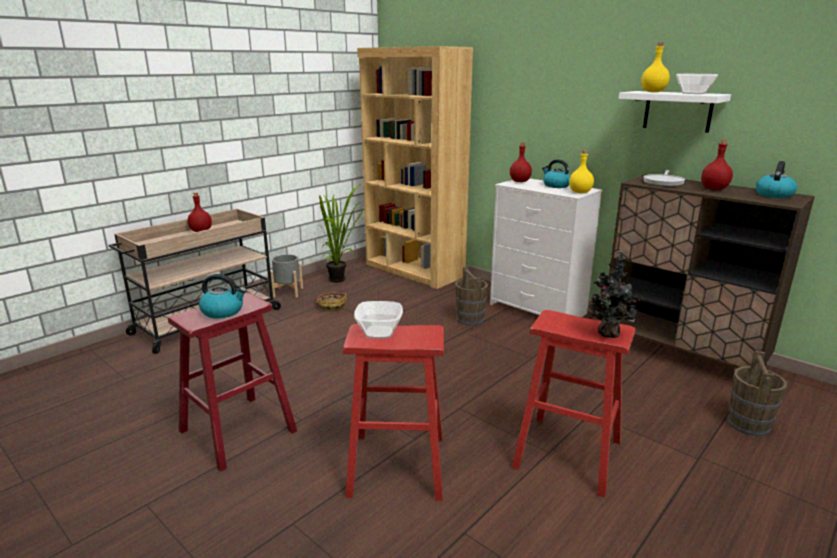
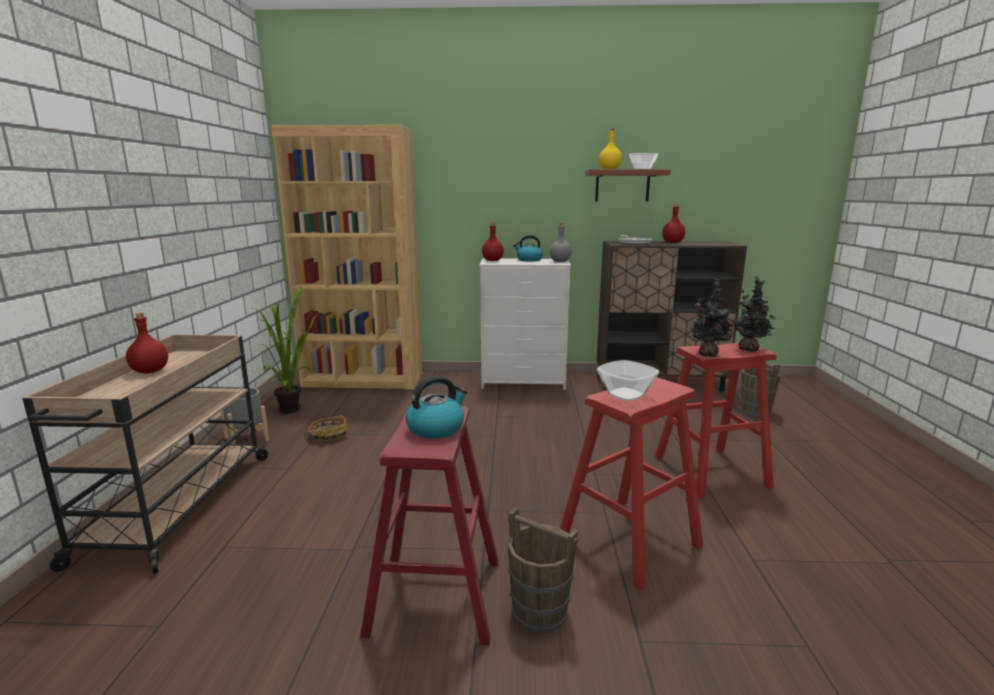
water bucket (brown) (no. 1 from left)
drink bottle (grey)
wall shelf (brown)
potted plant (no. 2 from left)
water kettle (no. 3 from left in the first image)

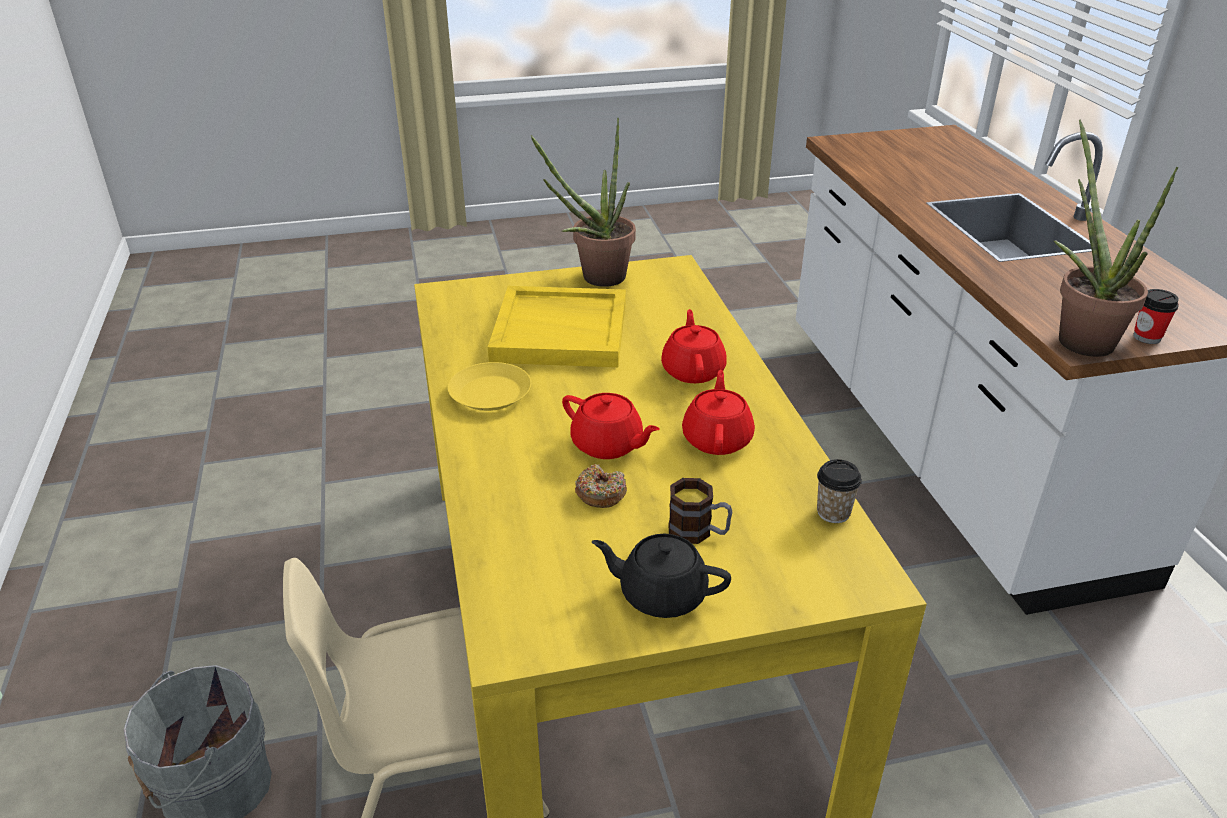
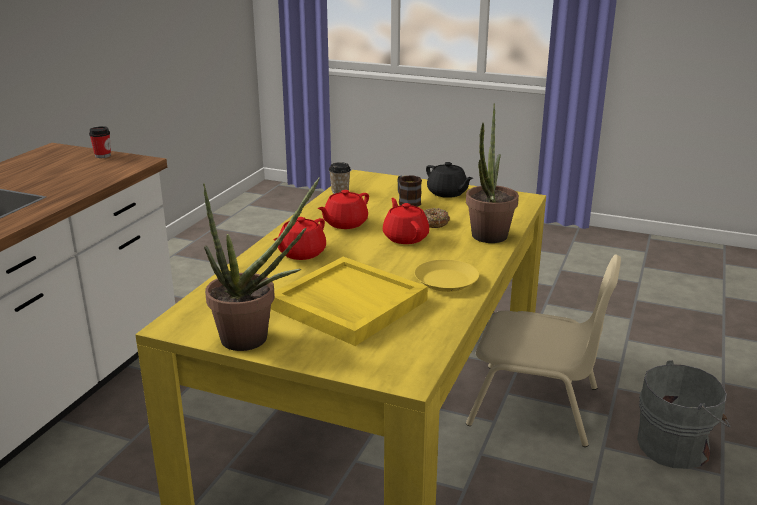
potted plant (no. 2 from left)

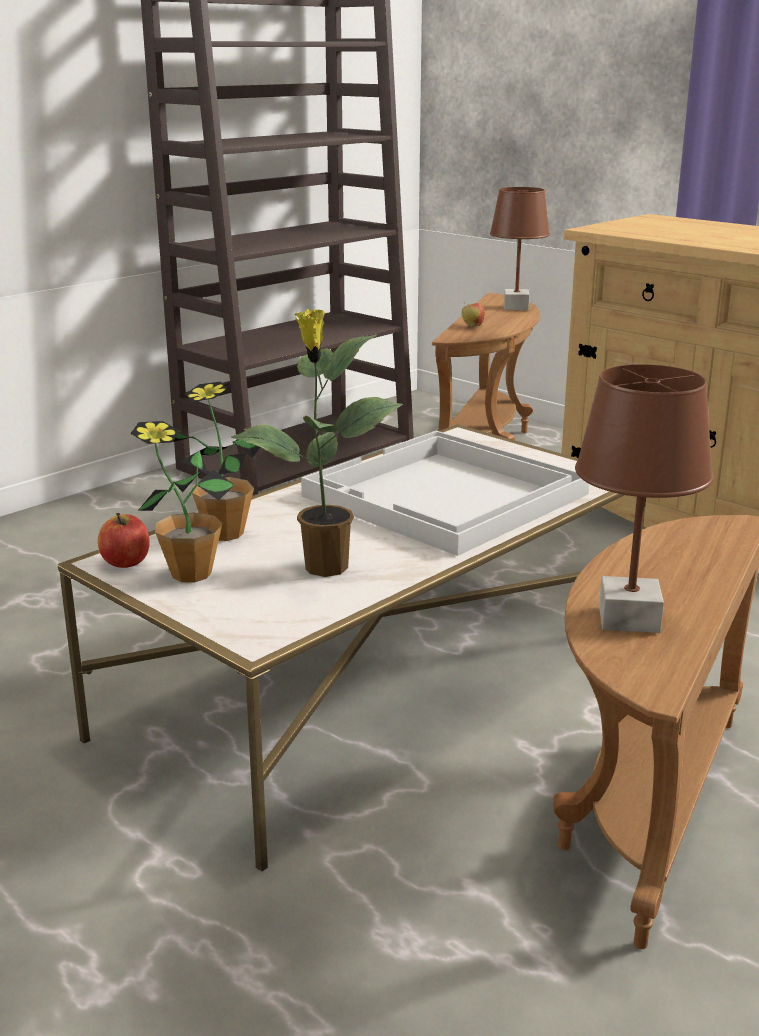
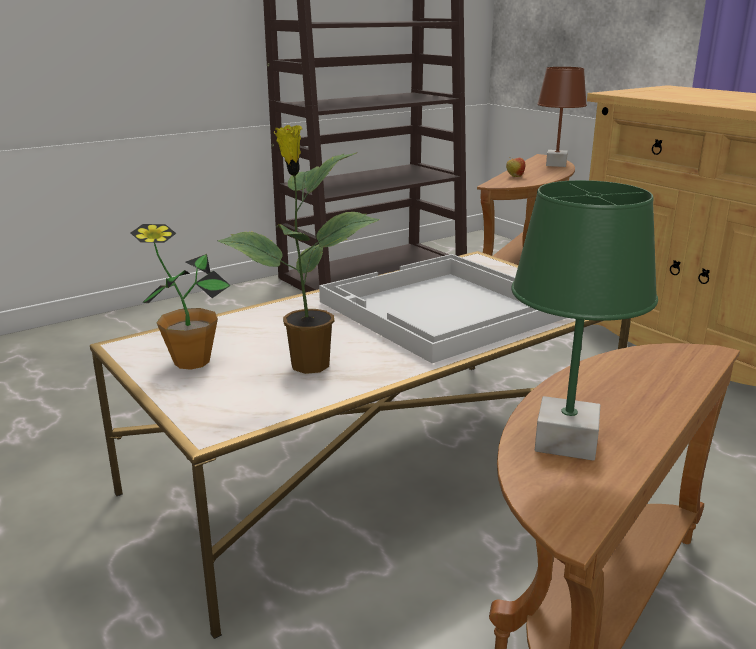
tabletop lamp (green)
apple (no. 1 from left in the first image)
potted plant (no. 2 from left in the first image)

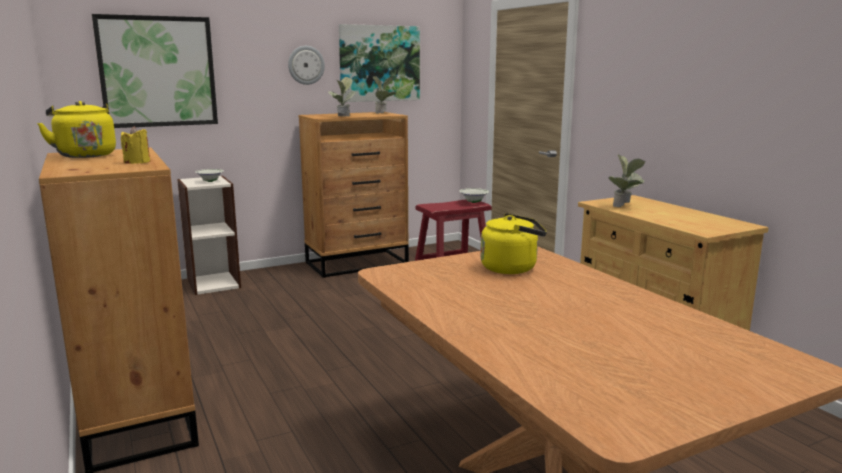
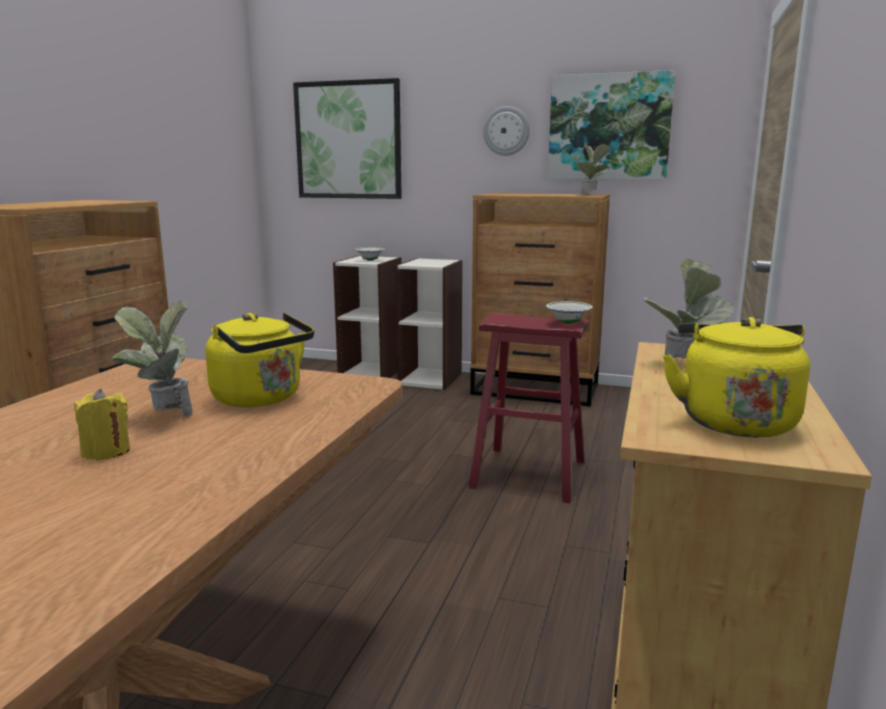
candle (yellowish)
potted plant (no. 1 from left)
shelving unit (no. 2 from left)
water kettle (yellowish) (no. 2 from left)

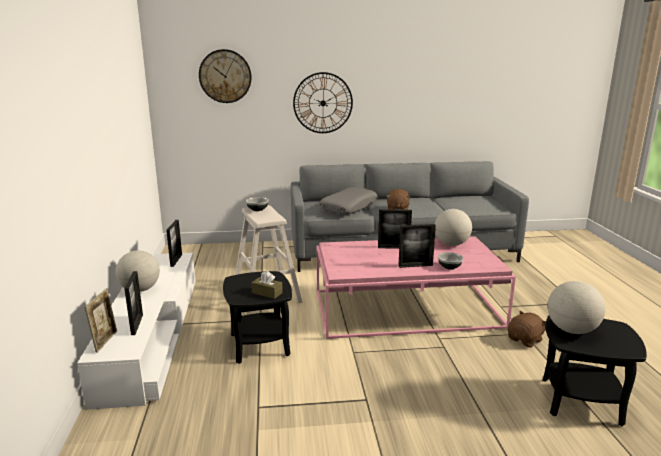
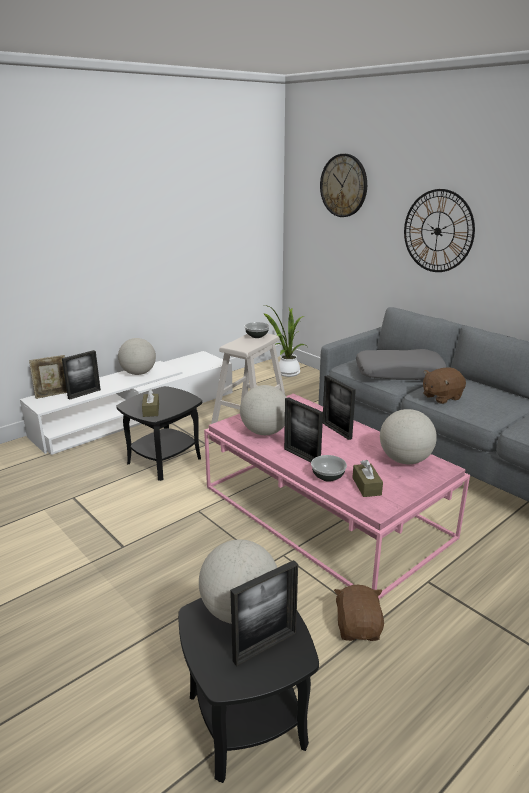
picture frame (no. 3 from left)
desk globe (no. 3 from left)
potted plant
cuddly toy (brown) (no. 1 from left)
tissue box (brown) (no. 2 from left)

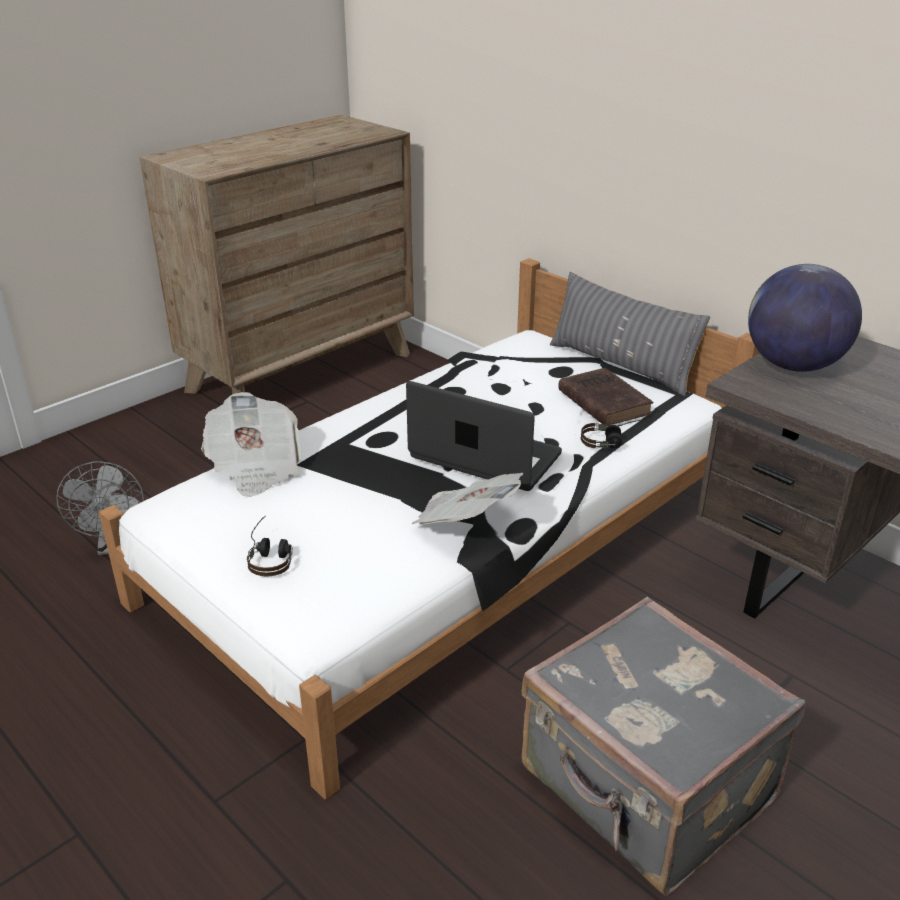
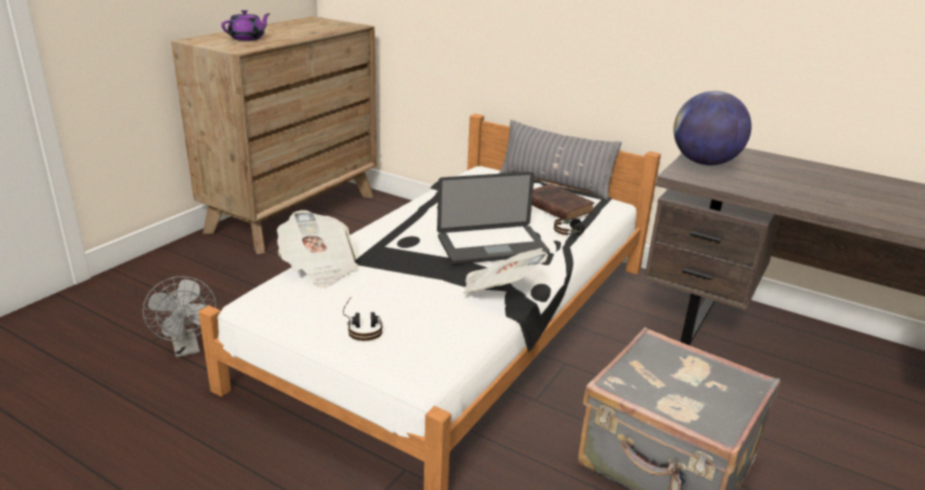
teapot (purple)
laptop

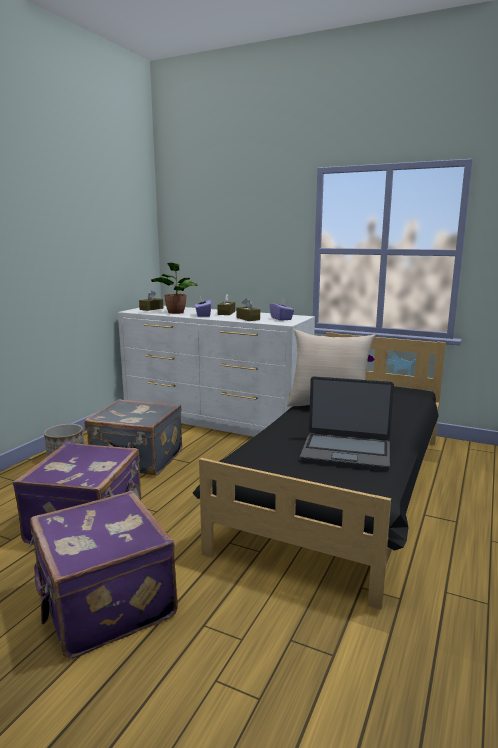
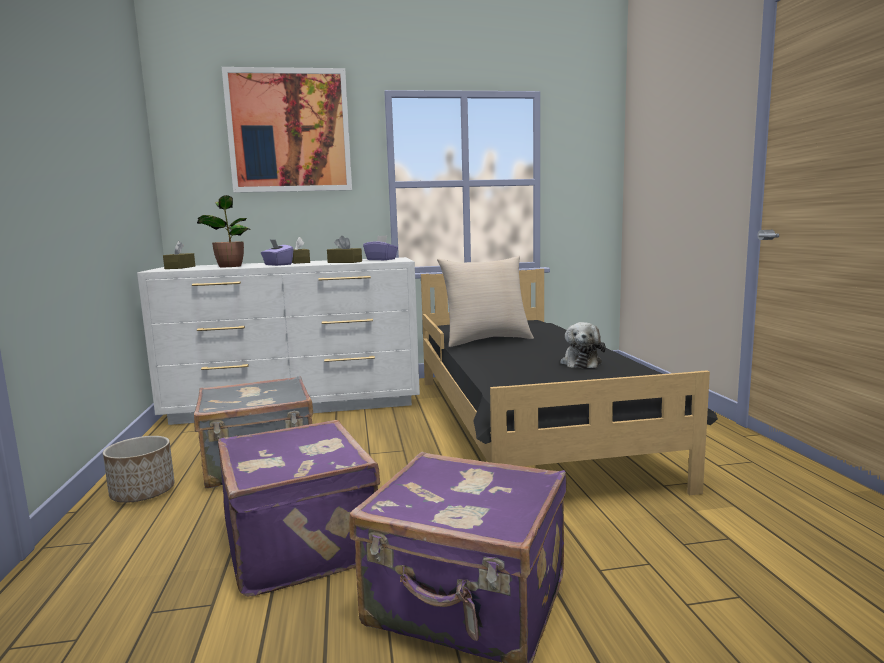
picture
cuddly toy

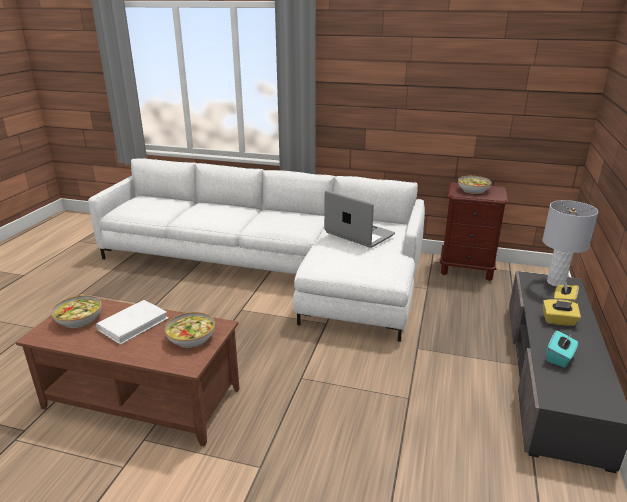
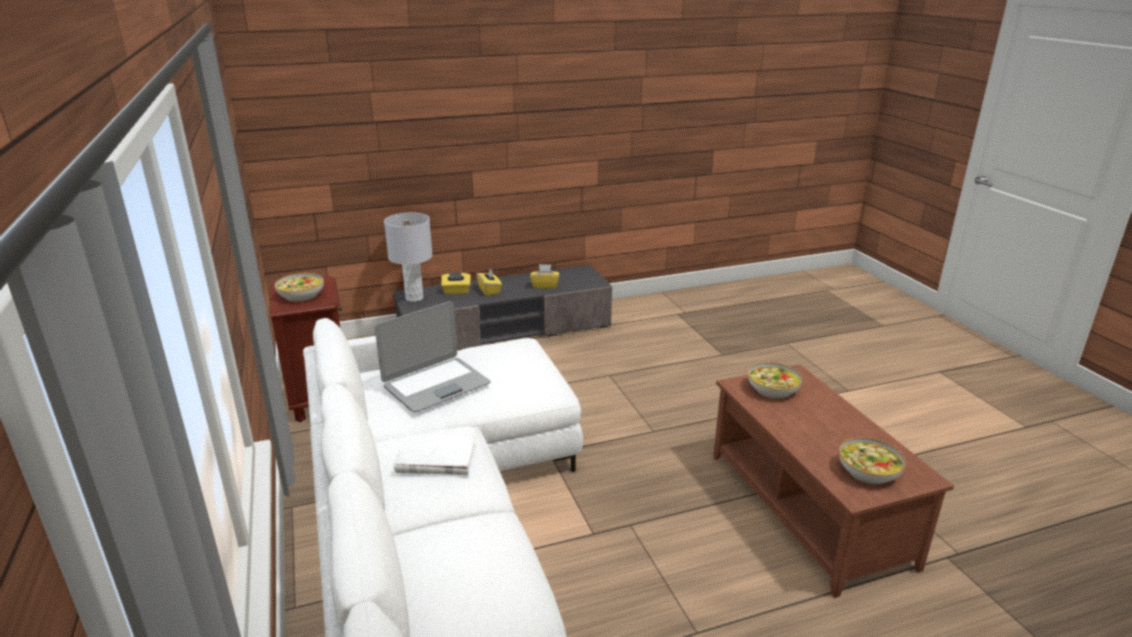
laptop
volume (white)
tissue box (yellowish) (no. 3 from left)

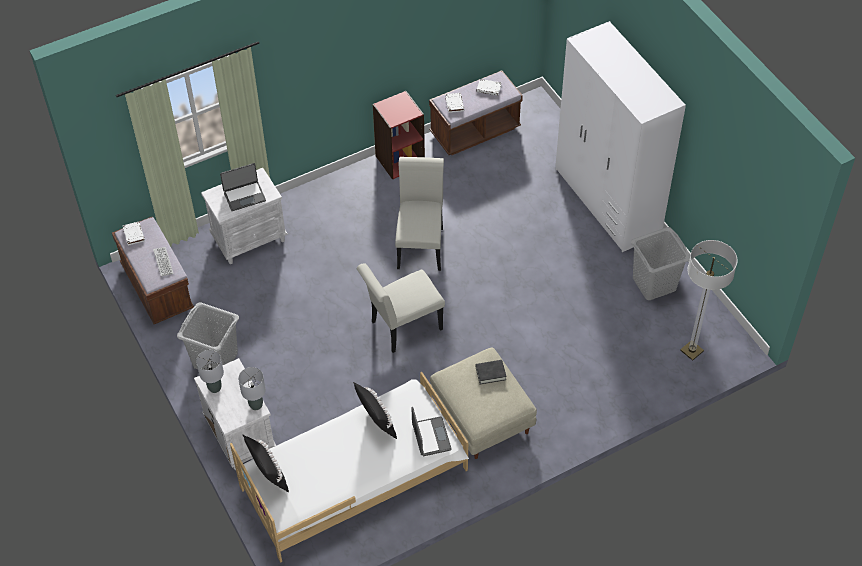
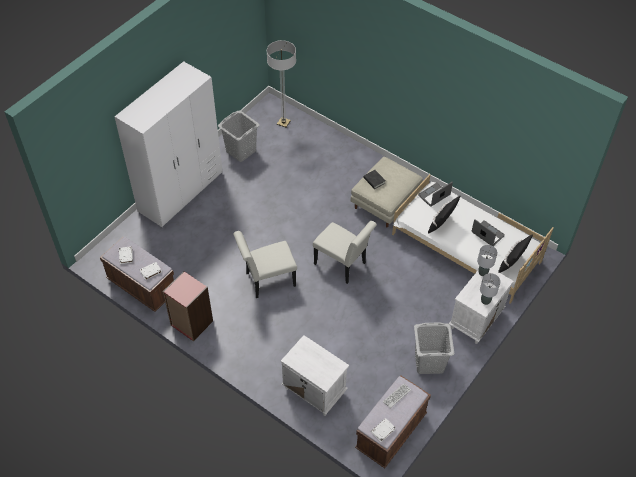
laptop (no. 2 from left)

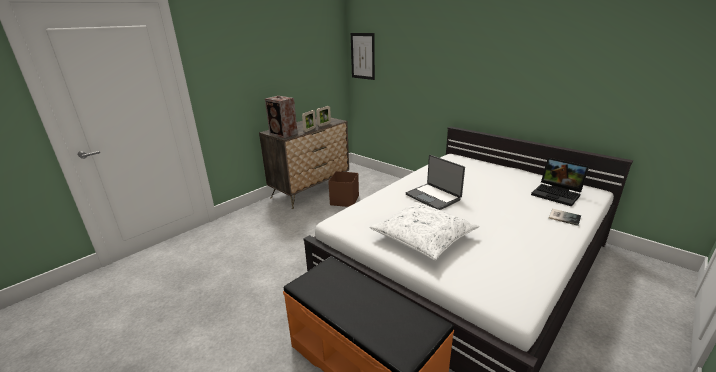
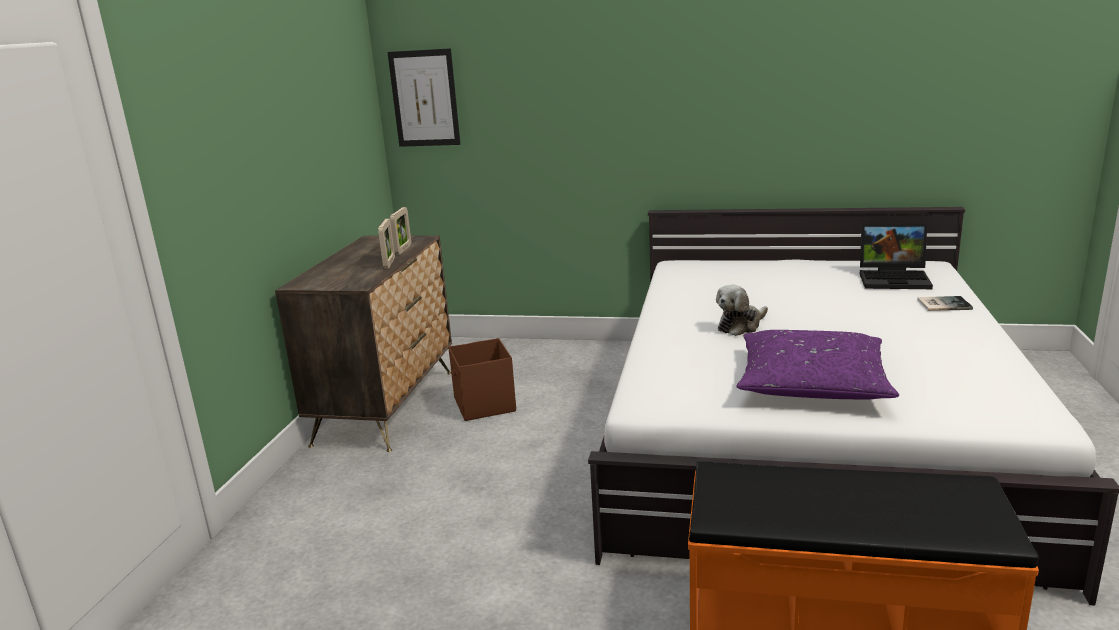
cuddly toy
throw pillow (purple)
loudspeaker

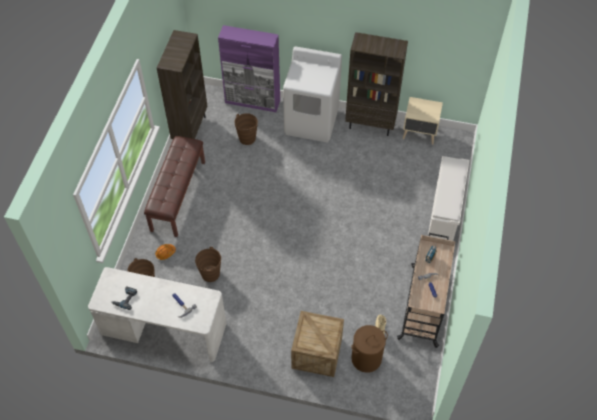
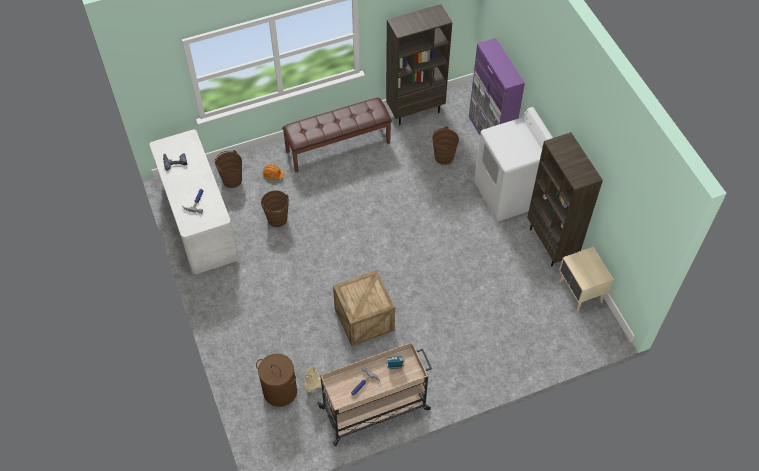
crate
shoe rack (white)

